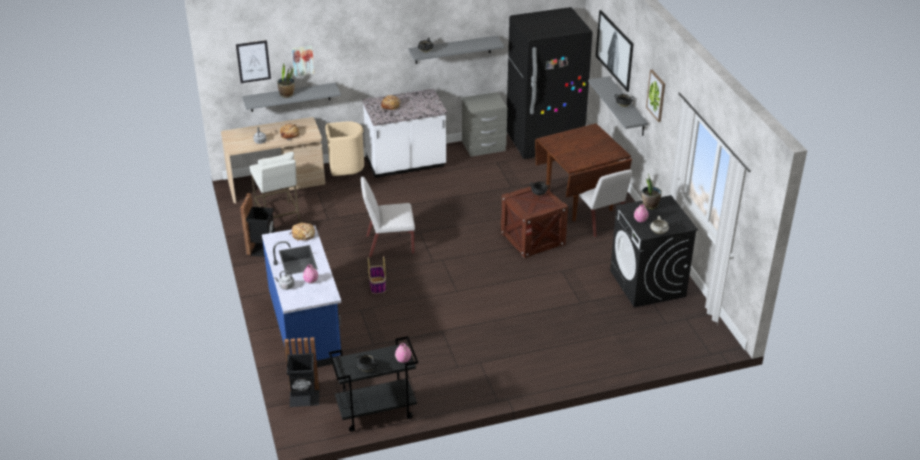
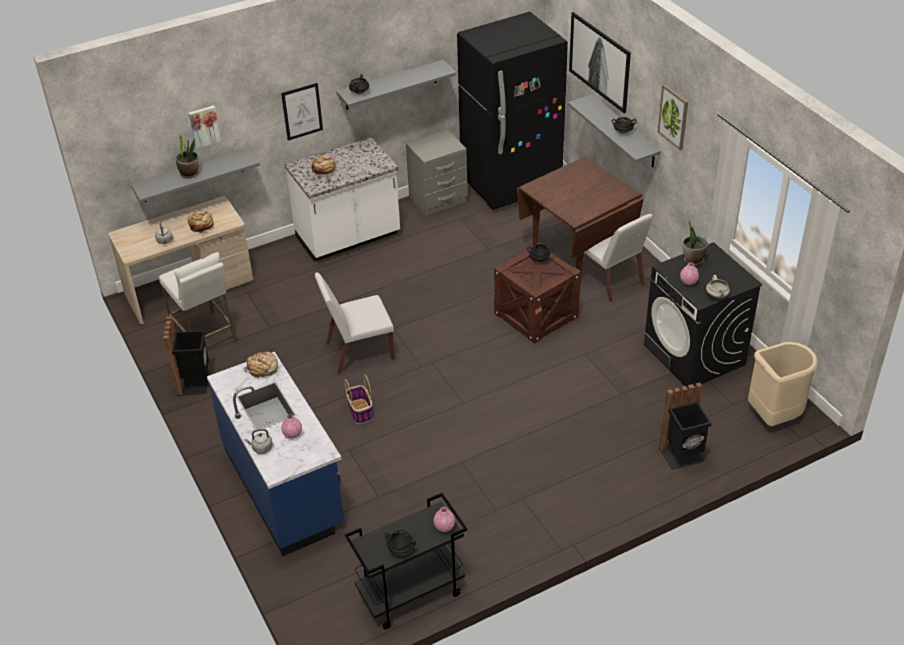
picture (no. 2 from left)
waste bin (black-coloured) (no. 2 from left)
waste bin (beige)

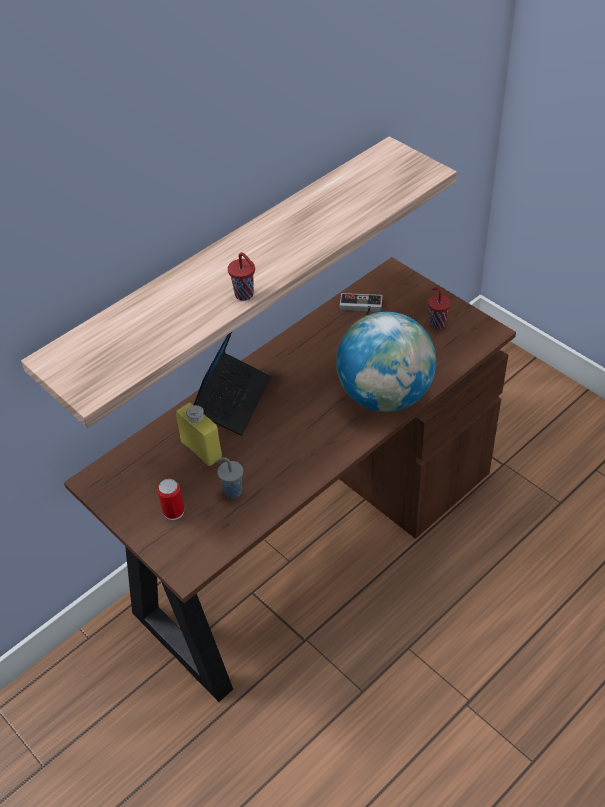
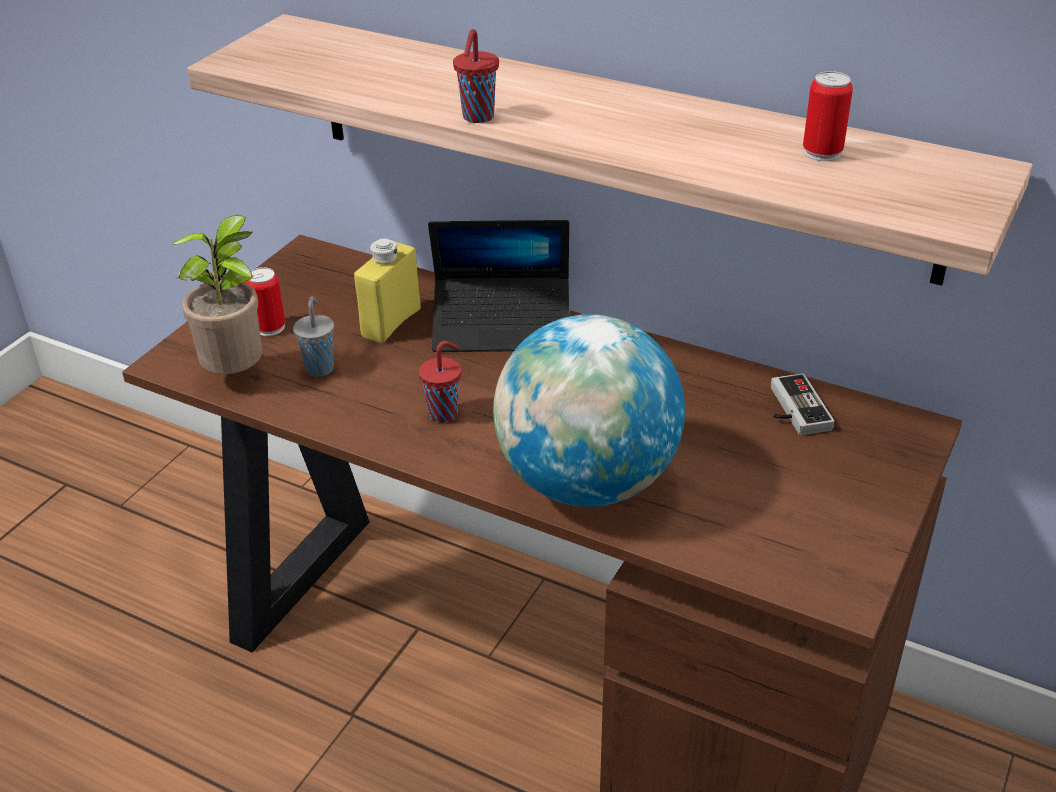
potted plant
drinking cup (red) (no. 1 from left)
sealed can (no. 2 from left)

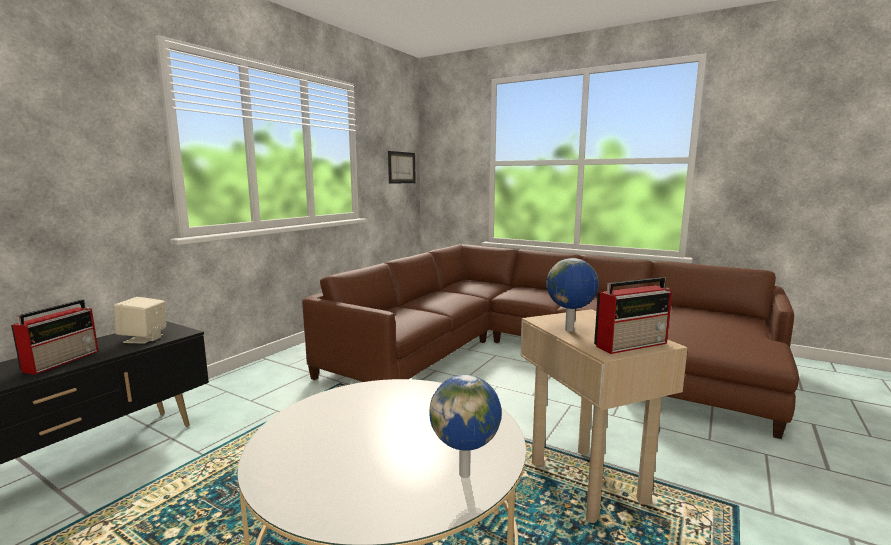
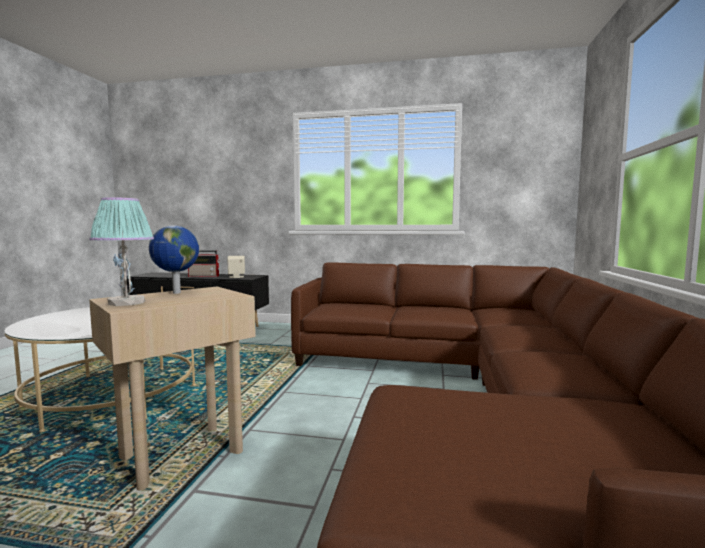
tabletop lamp
picture
desk globe (no. 1 from left in the first image)

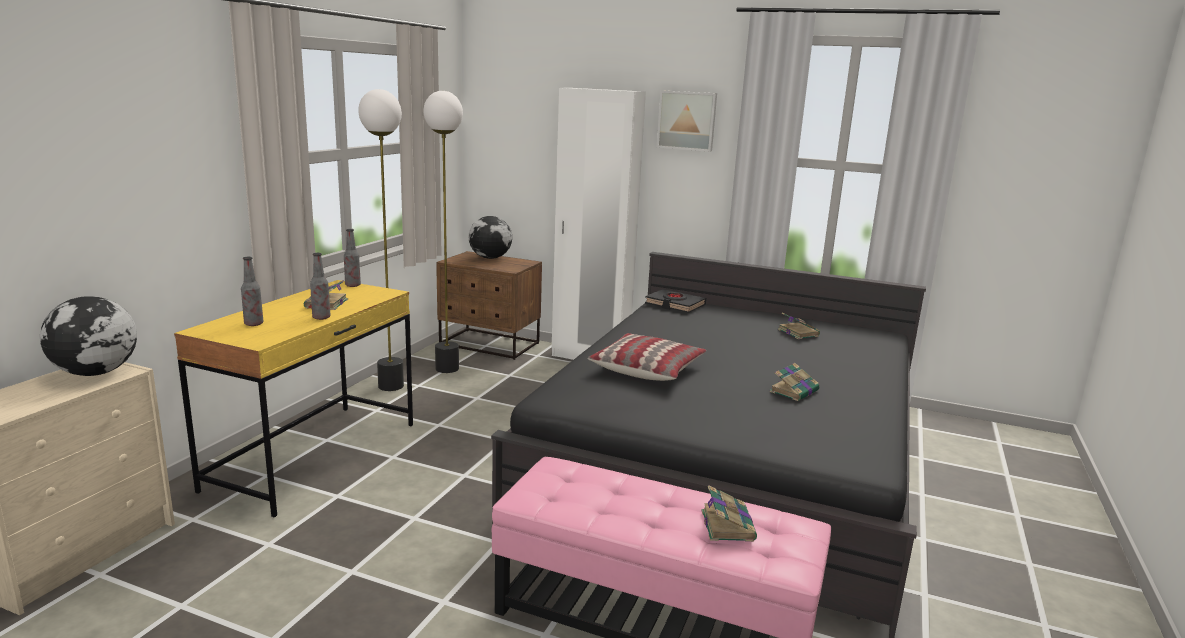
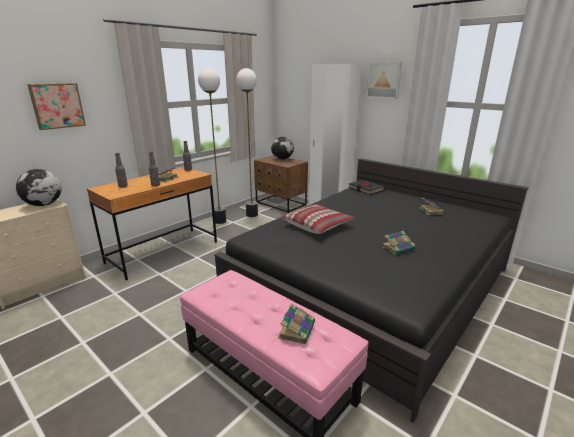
picture (no. 1 from left)
desk (brown)

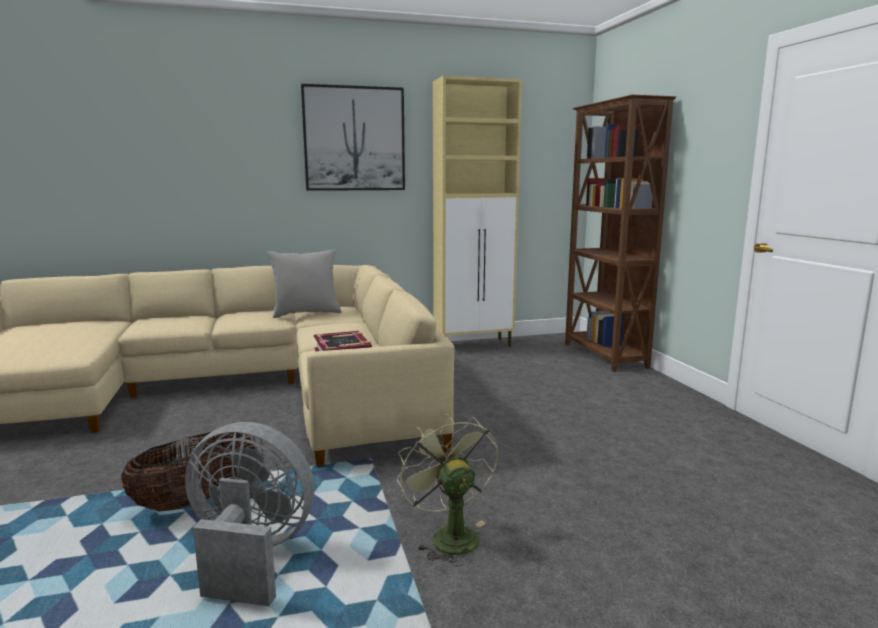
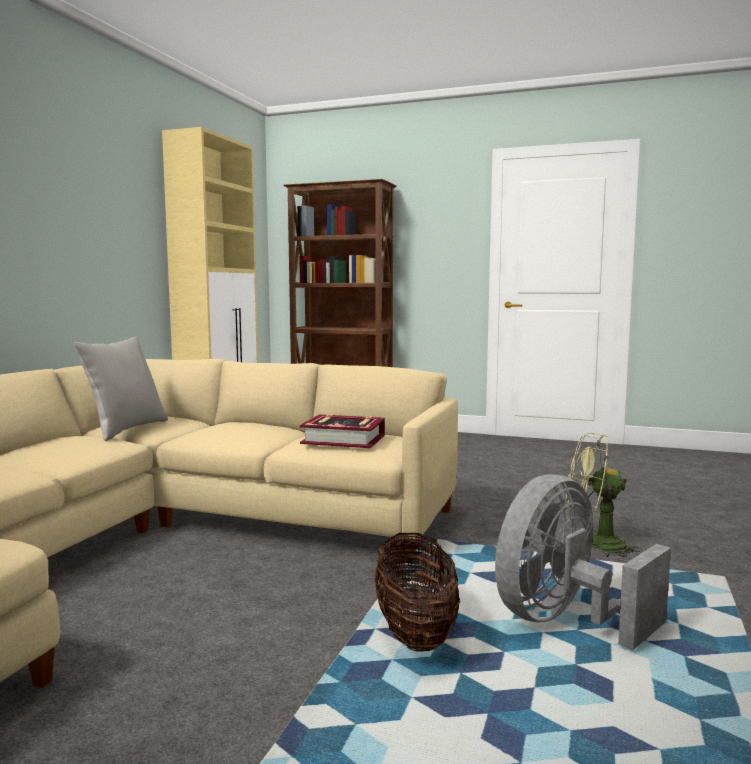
picture

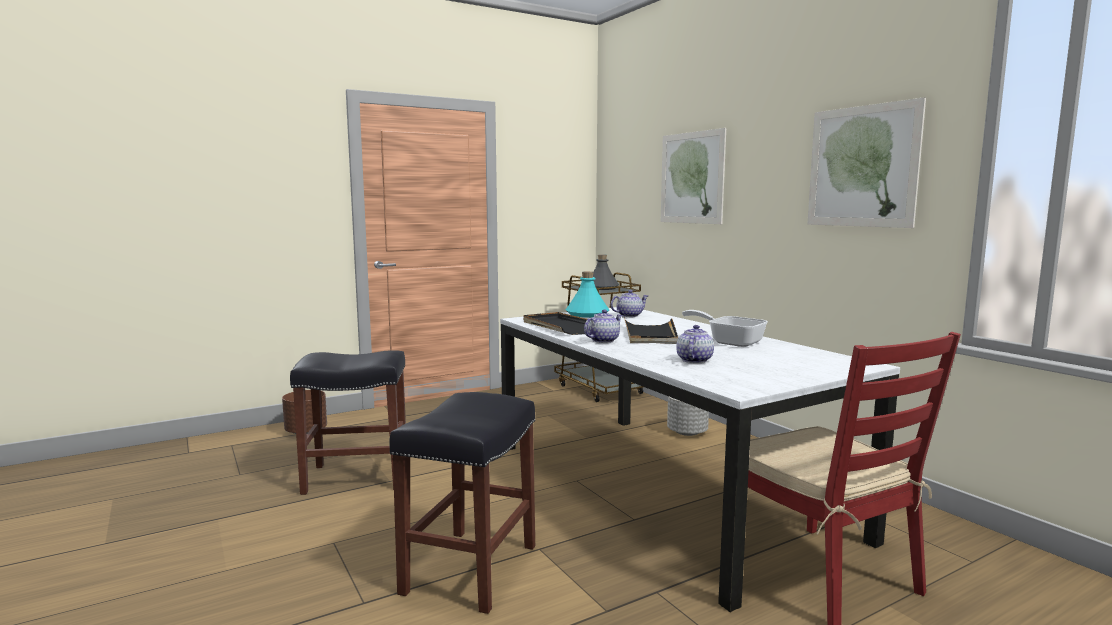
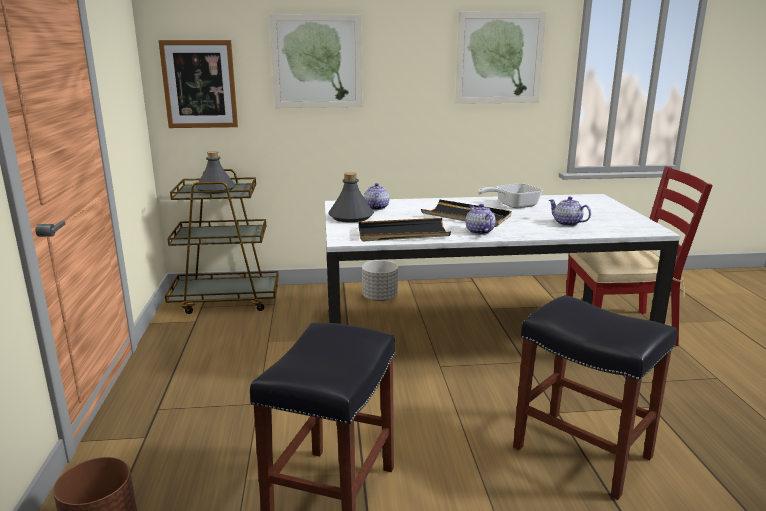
picture (no. 1 from left)
drink bottle (grey) (no. 2 from left)

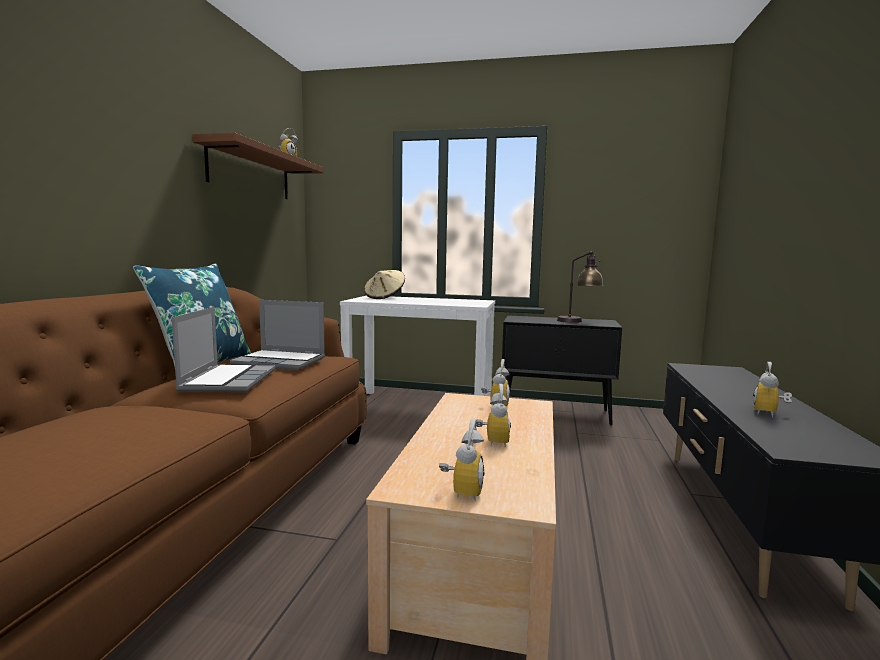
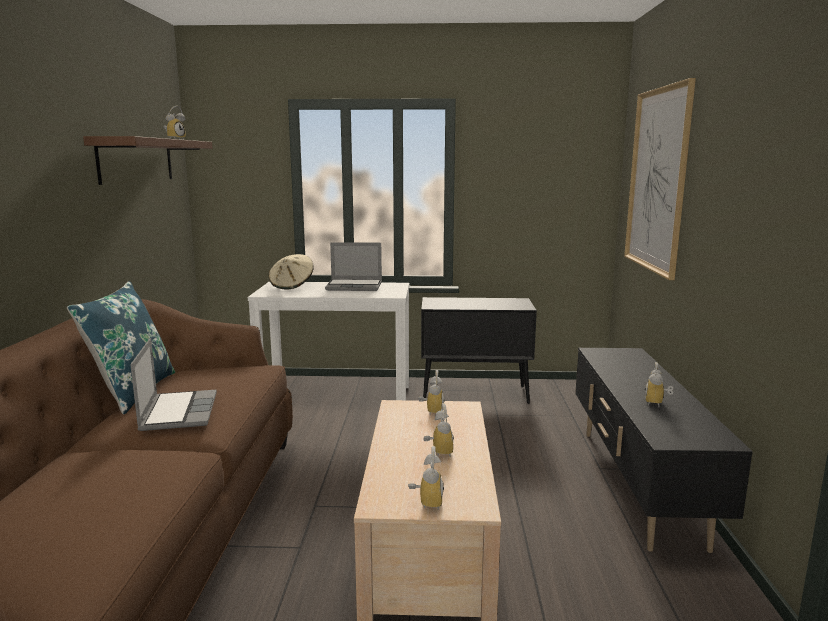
laptop (no. 2 from left)
picture
tabletop lamp

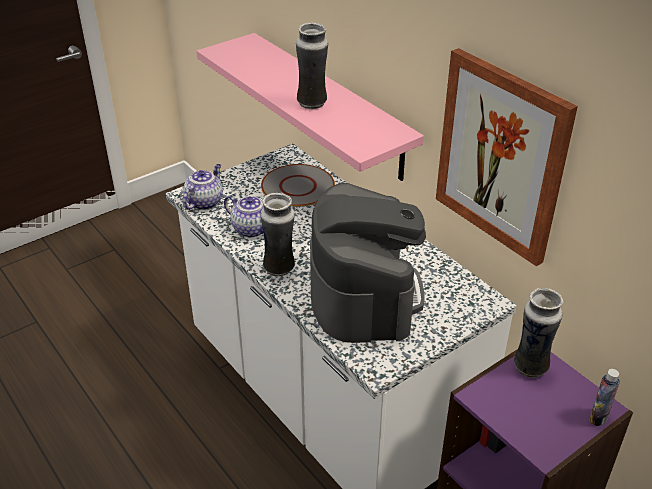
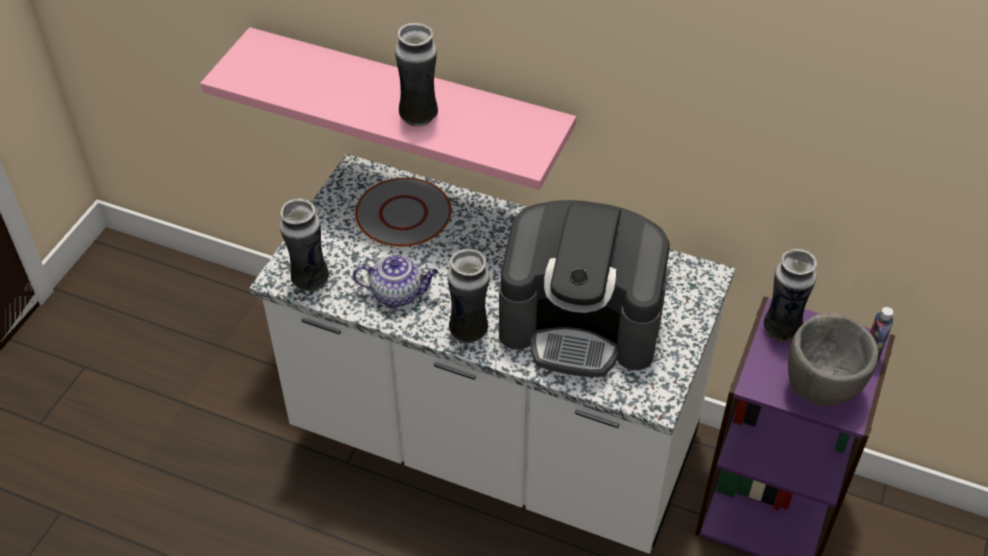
decorative vase (no. 1 from left)
coffee machine
bowl (grey)
picture

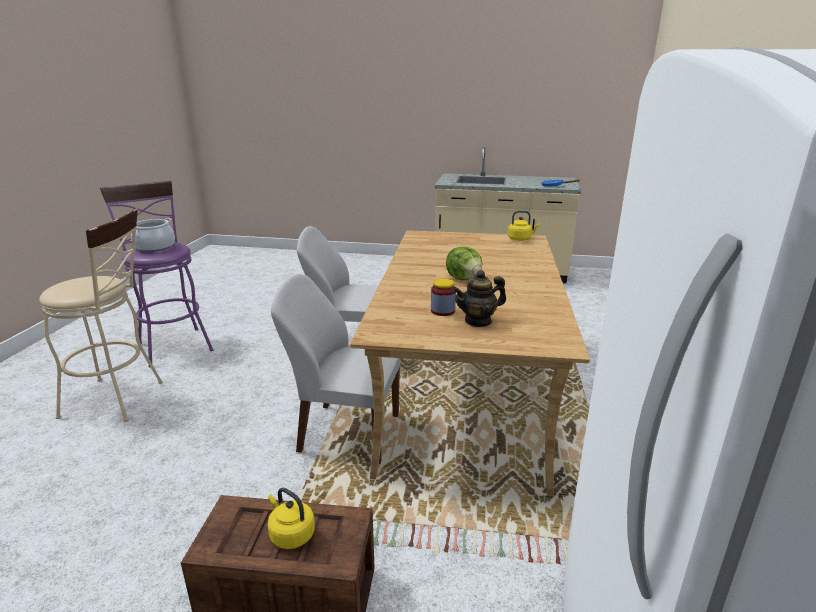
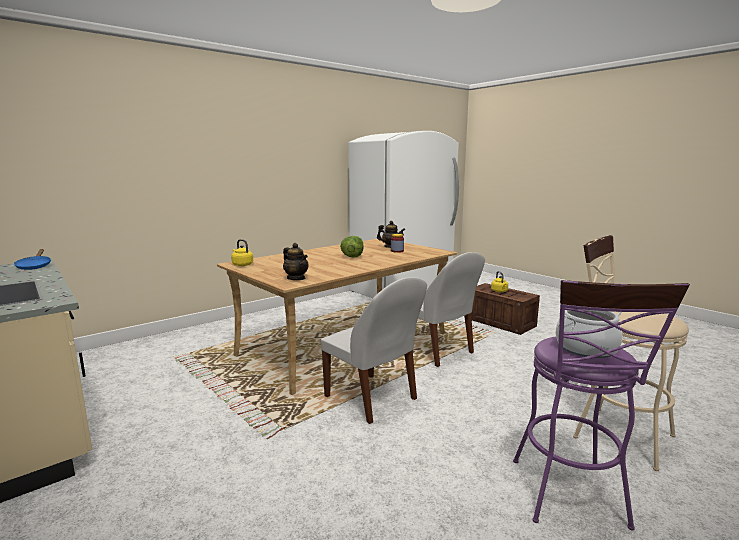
teapot (no. 1 from left)

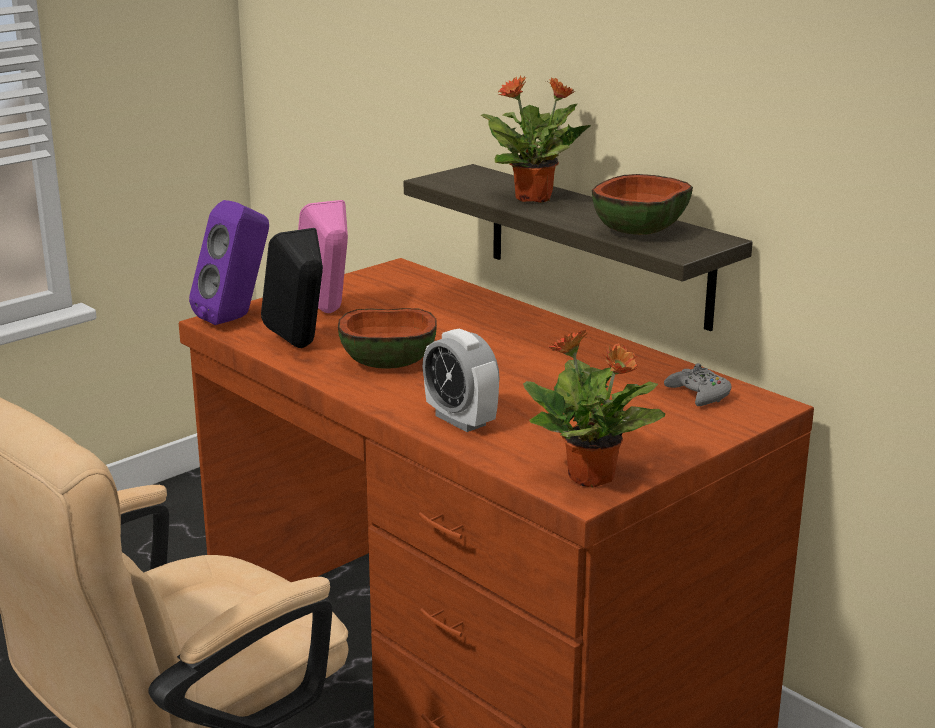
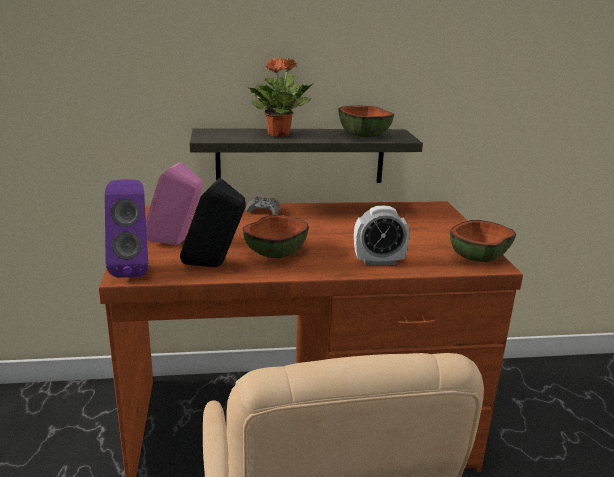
game controller (grey)
bowl (no. 3 from left)

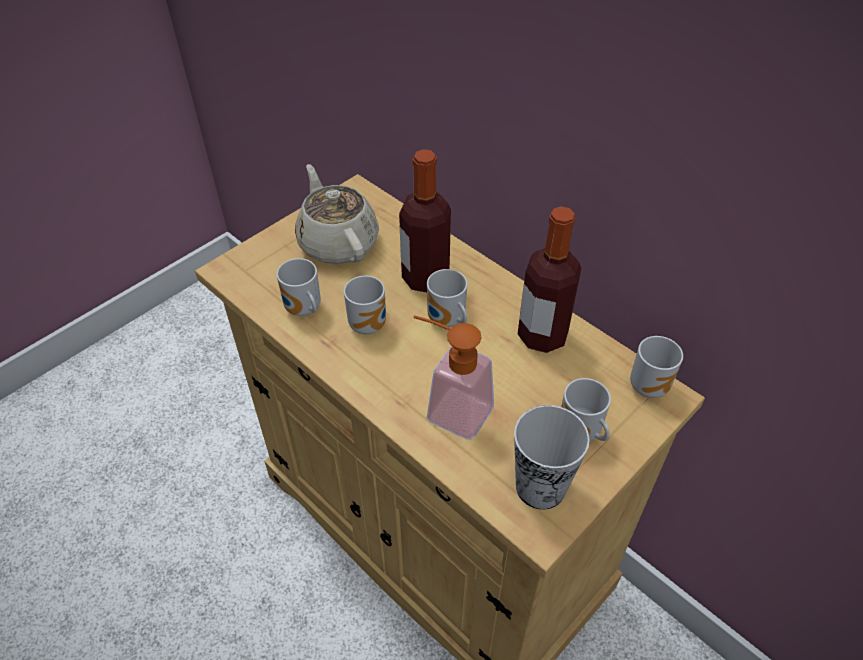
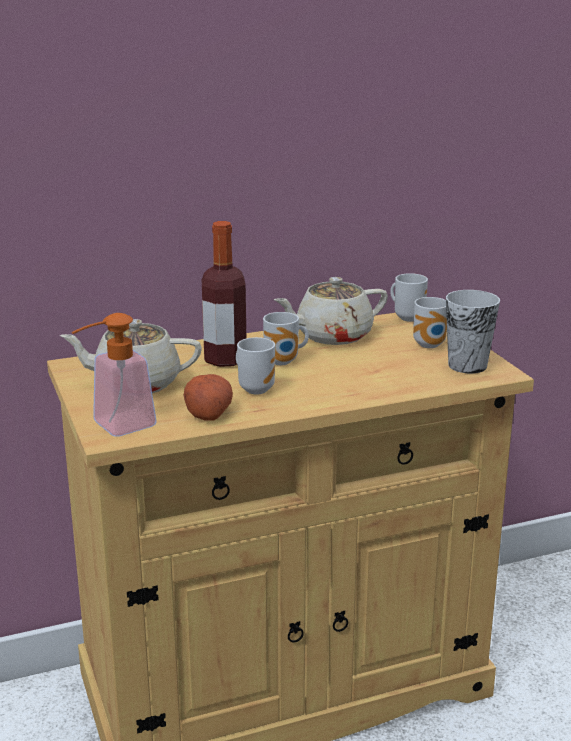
soap dispenser
whole potato
teapot (beige) (no. 2 from left)

